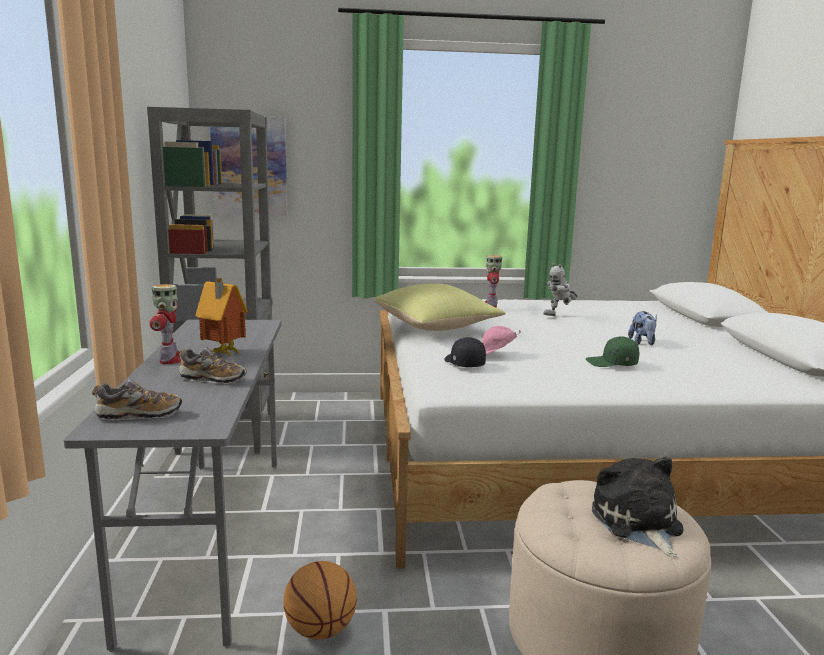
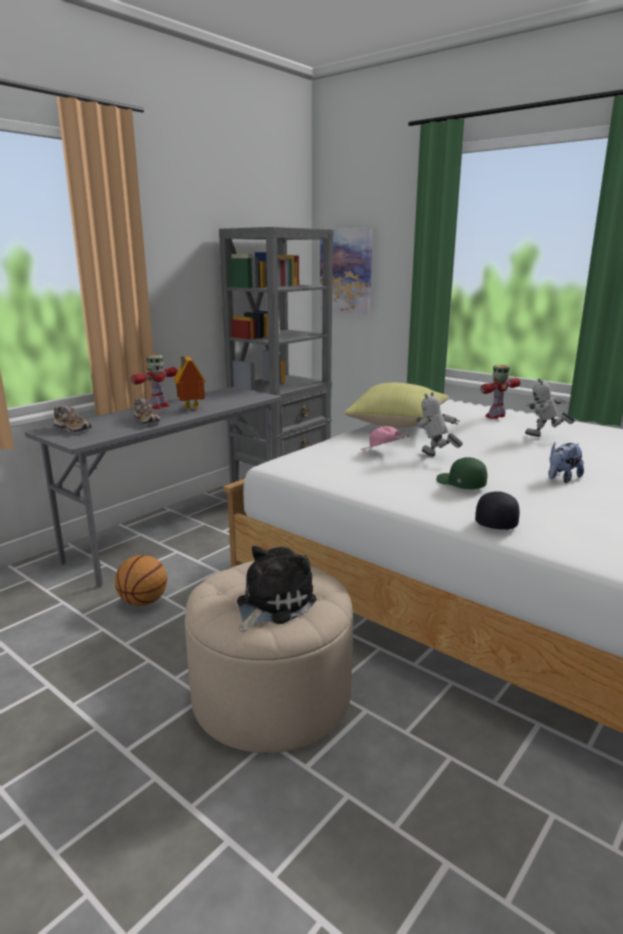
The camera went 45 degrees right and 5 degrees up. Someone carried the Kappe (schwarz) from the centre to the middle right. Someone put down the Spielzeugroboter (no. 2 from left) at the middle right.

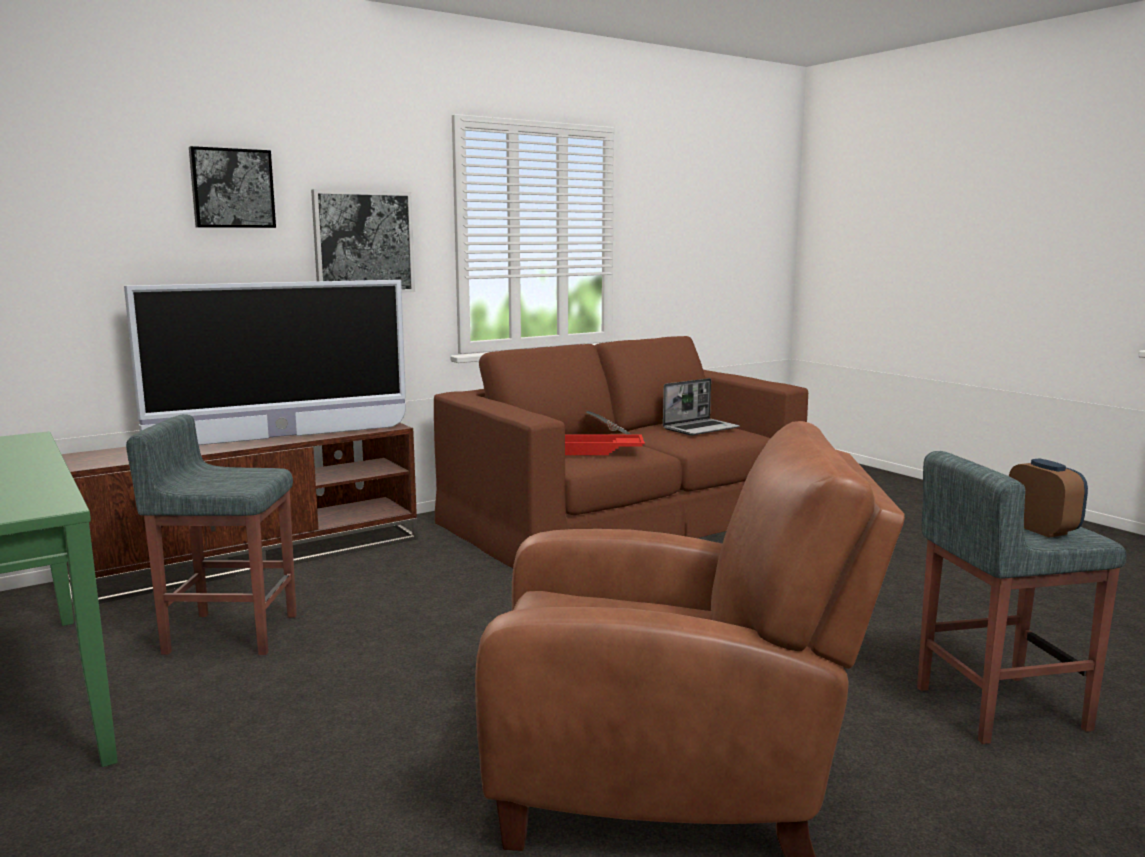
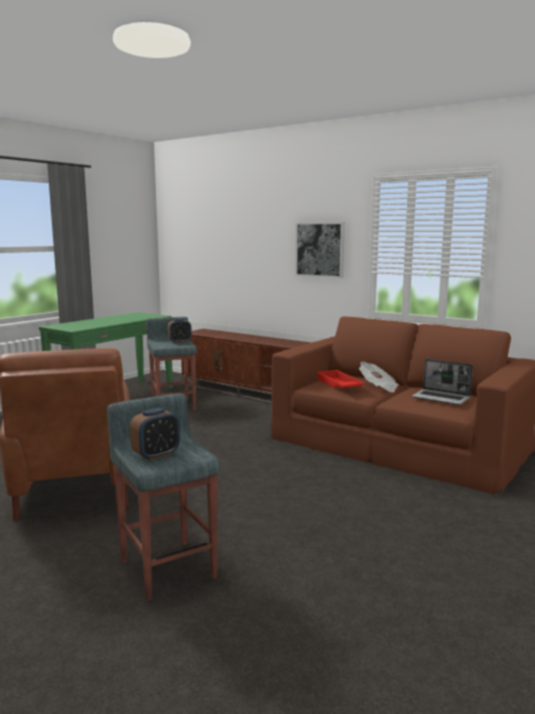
The camera went 70 degrees right and 0 degrees up. Someone took away the Fernseher at the middle left. Someone took away the Bild (no. 1 from left) at the top left. Someone put down the Wecker (no. 2 from left) at the centre.

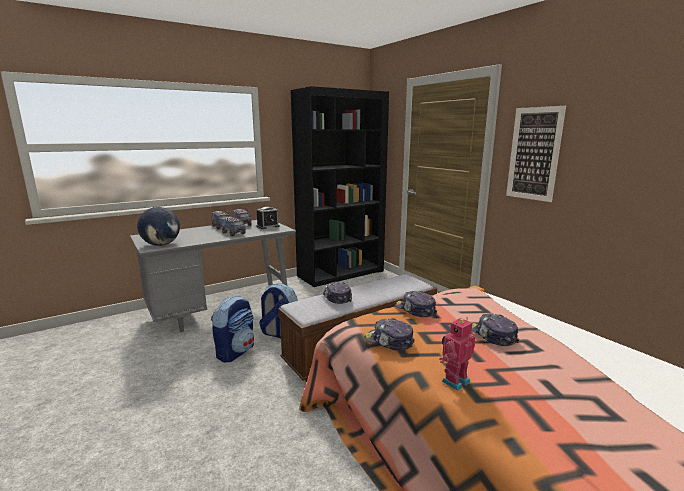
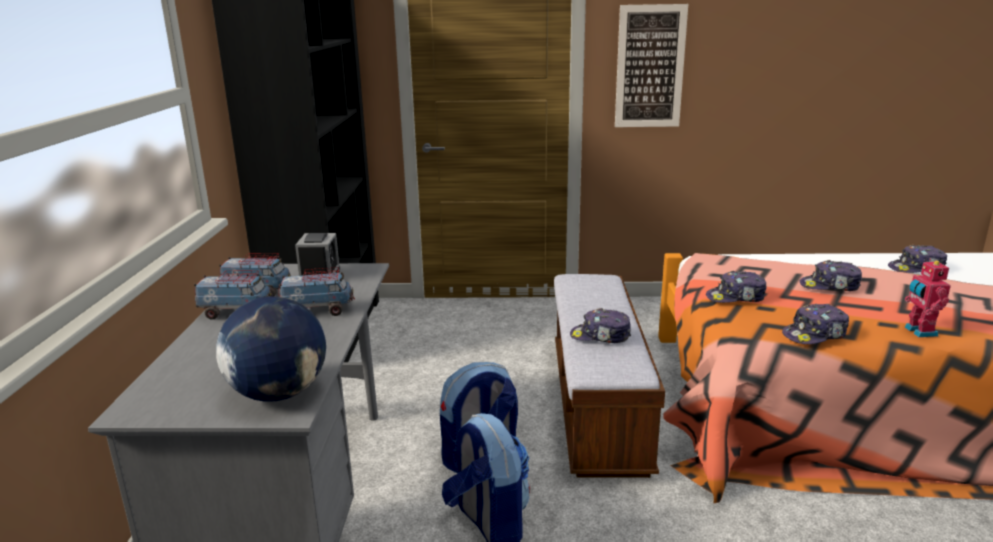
The camera went 55 degrees left and 5 degrees up. Someone put down the Kappe (no. 5 from left) at the middle right.

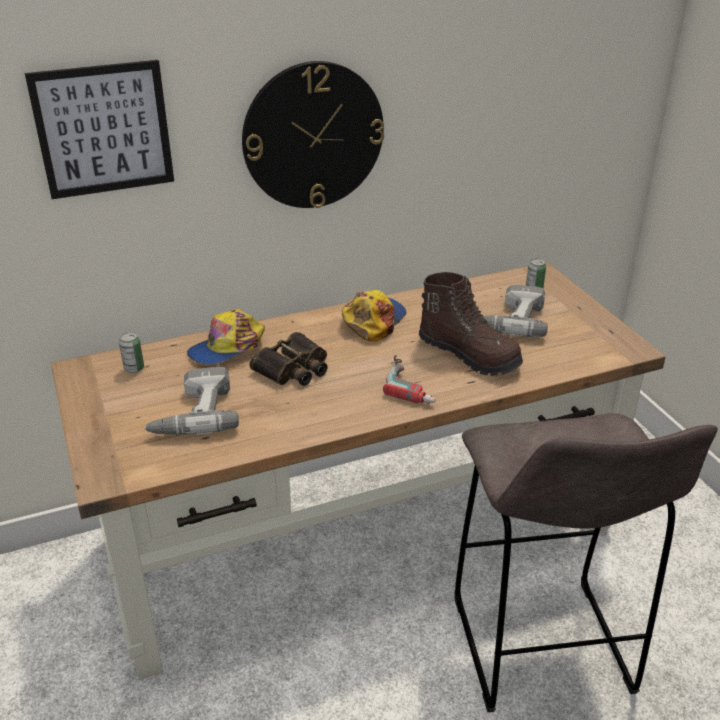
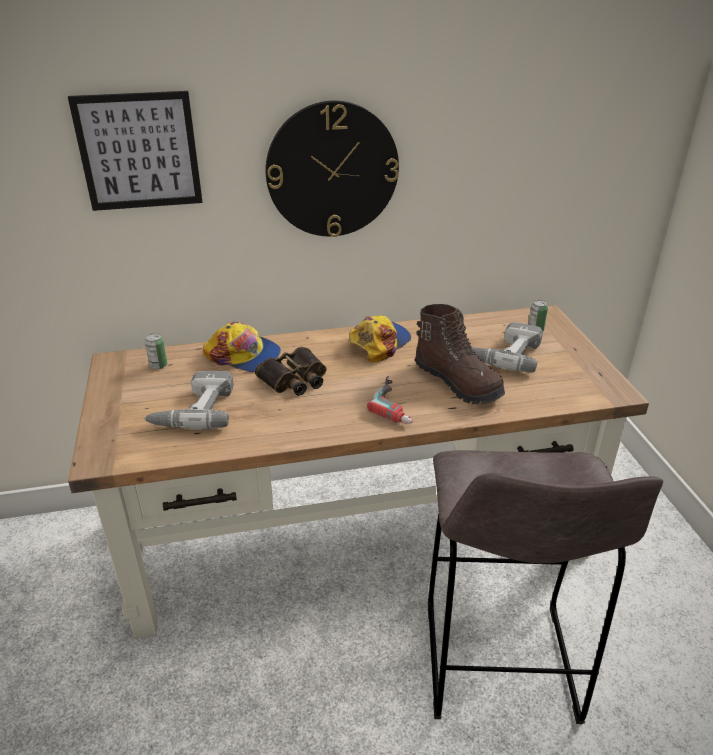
The camera went 10 degrees right and 0 degrees up. Someone rotated the Kappe (no. 1 from left) at the middle left by 120 degrees counterclockwise.

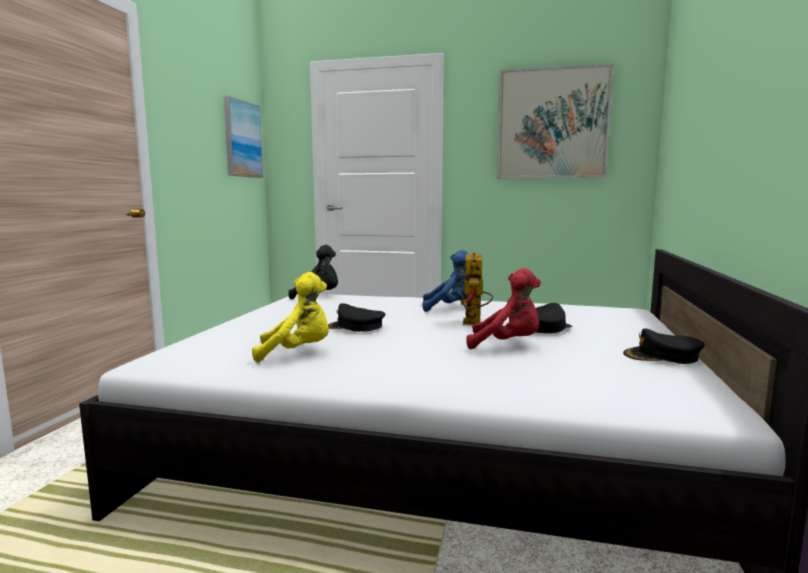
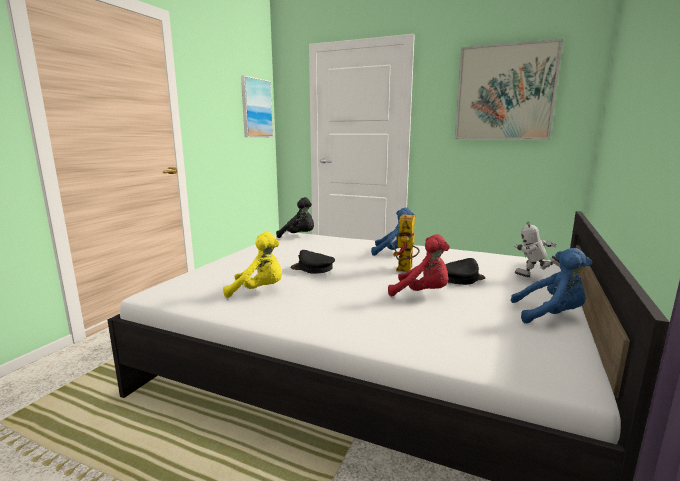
The camera went 10 degrees right and 5 degrees up. Someone swapped the Kappe (schwarz) (no. 3 from left) at the middle right for the Plüschtier (blau) (no. 2 from left) at the middle right. Someone put down the Spielzeugroboter (no. 2 from left) at the middle right.

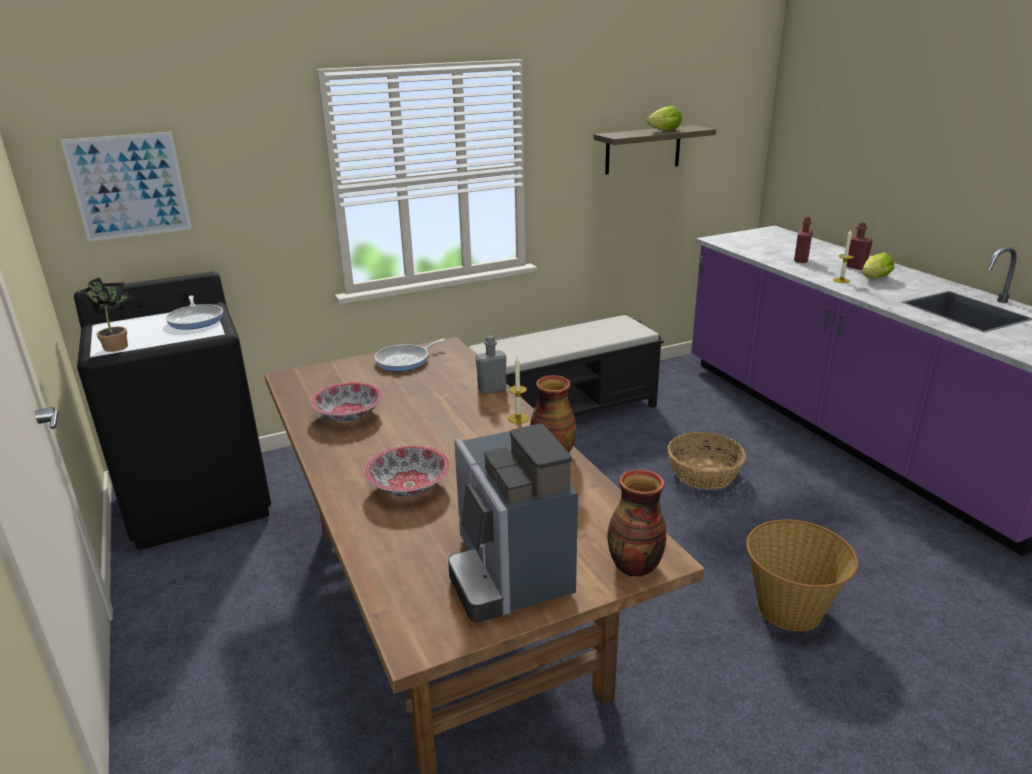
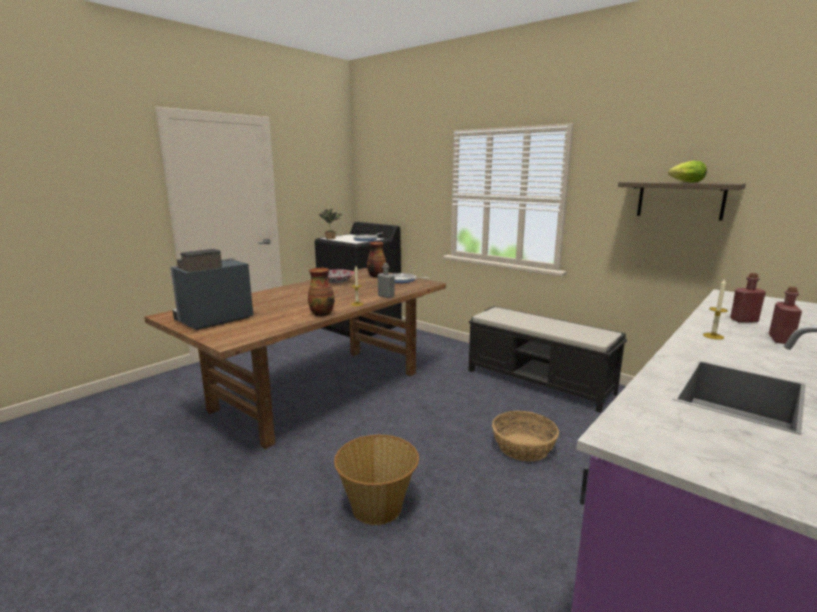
The camera went 65 degrees right and 10 degrees down. Someone took away the Bild at the top left. Someone took away the Schüssel (no. 2 from left) at the centre. Someone carried the Vase (no. 2 from left) from the bottom centre to the centre. Someone took away the Salatkopf (no. 2 from left) at the middle right.

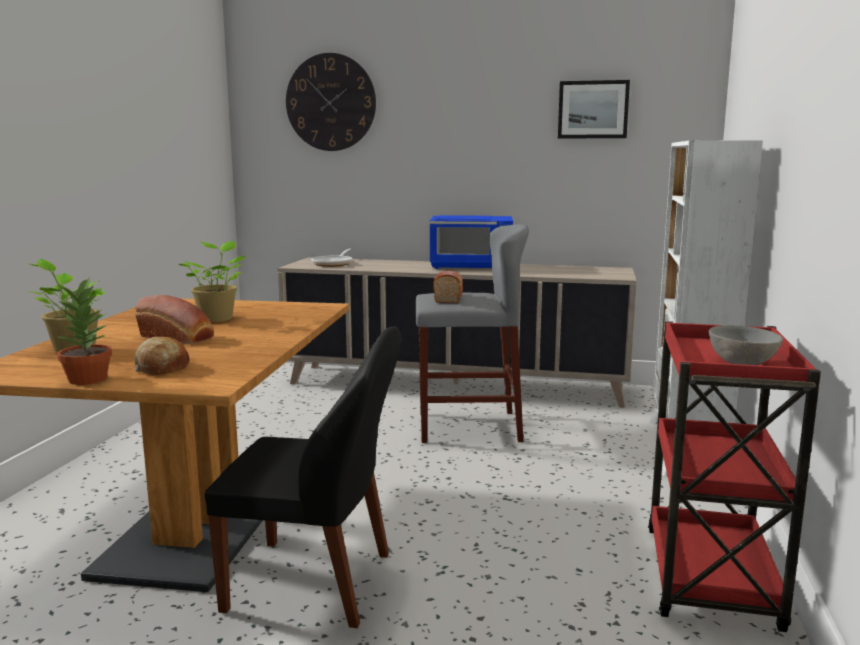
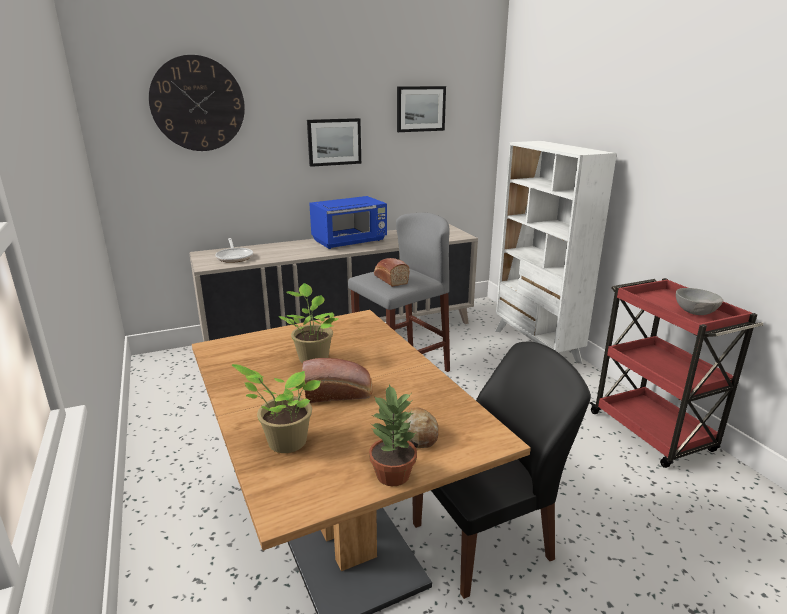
The camera went 35 degrees left and 10 degrees up. Someone put up the Bild (no. 1 from left) at the top centre.

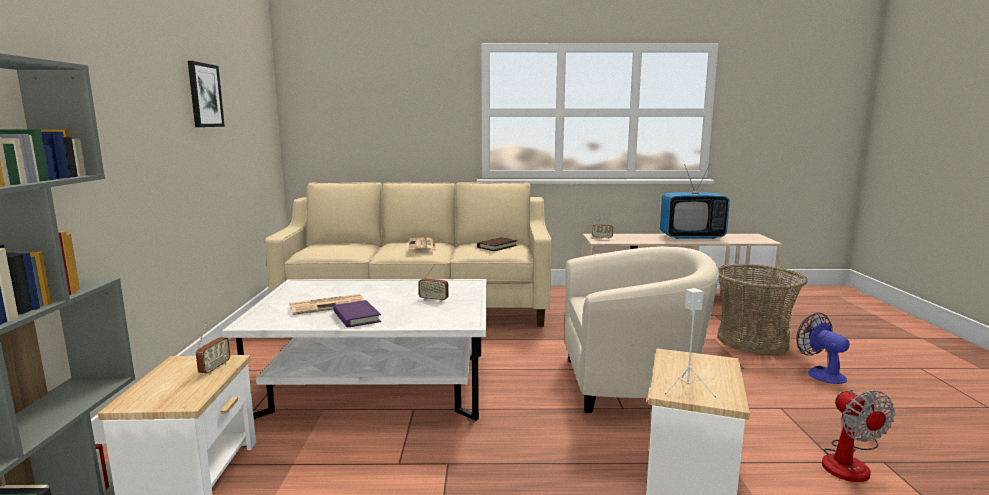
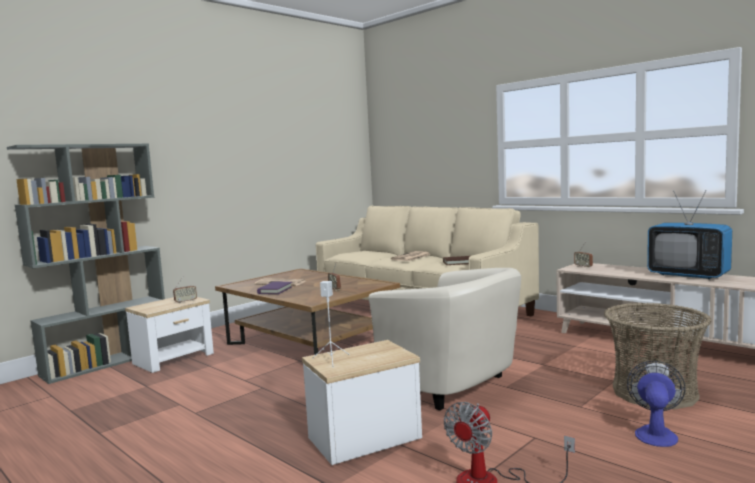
The camera went 45 degrees right and 5 degrees down. Someone took away the Bild at the top left. Someone repainted the Couchtisch (weiß) at the bottom centre, which became the Couchtisch (braun) at the centre.

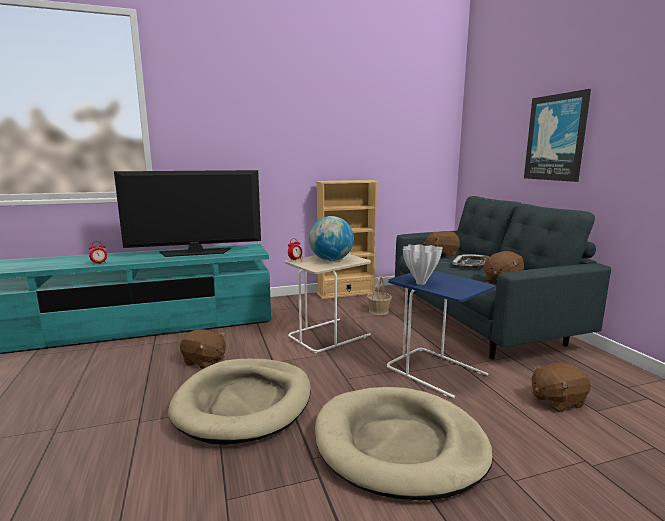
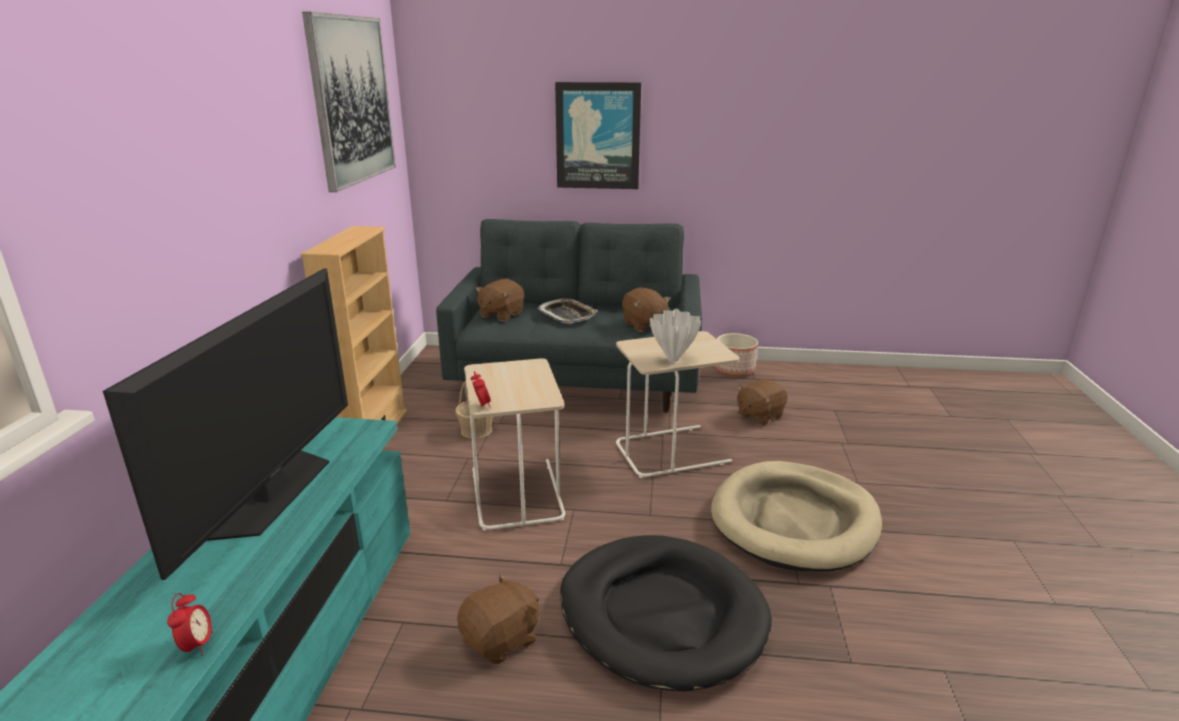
The camera went 65 degrees left and 10 degrees up. Someone repainted the Hundebett (beige) (no. 1 from left) at the bottom centre, which became the Hundebett (schwarz) at the bottom centre. Someone took away the Globus at the centre. Someone repainted the Beistelltisch (blau) at the centre, which became the Beistelltisch (beige) (no. 2 from left) at the centre. Someone rotated the Plüschtier (braun) (no. 4 from left) at the bottom right by 45 degrees clockwise. Someone put up the Bild (no. 1 from left) at the top left. Someone put down the Pflanzkübel at the centre.

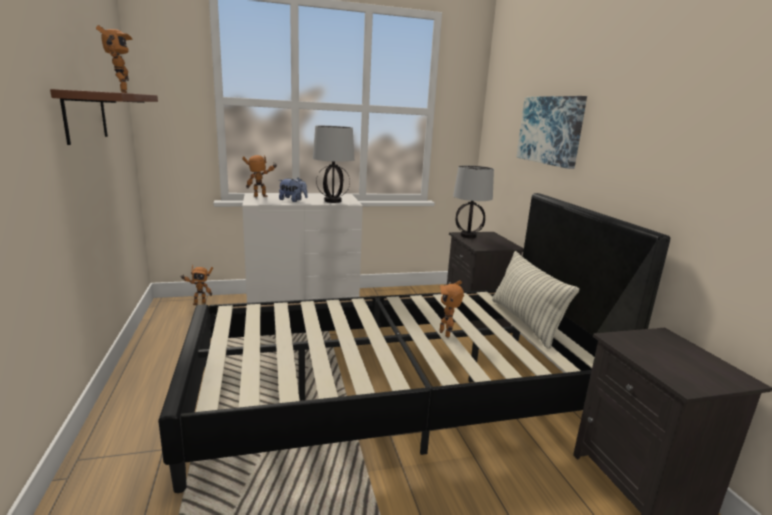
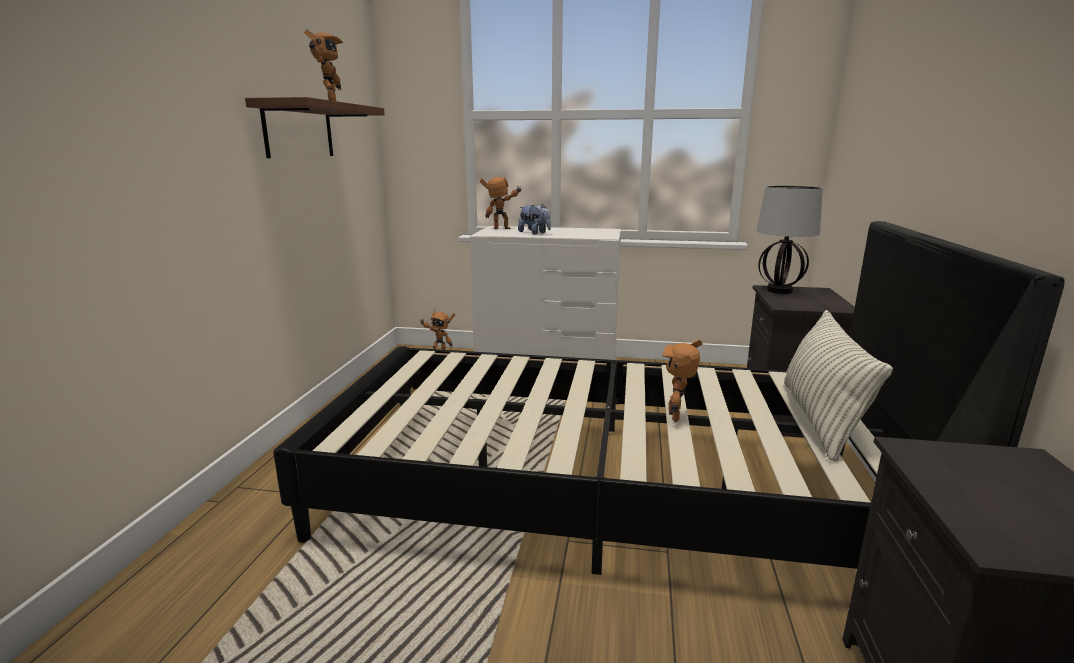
The camera went 25 degrees right and 0 degrees up. Someone took away the Tischlampe (no. 1 from left) at the top centre. Someone took away the Bild at the top right.

